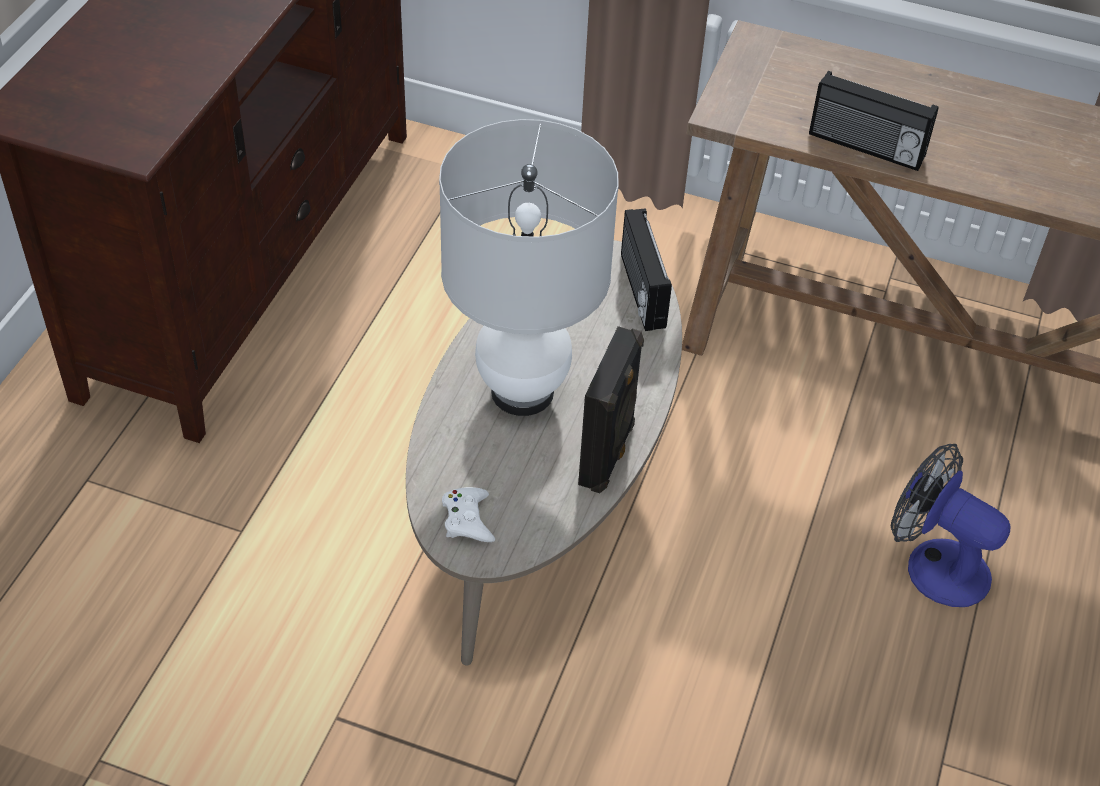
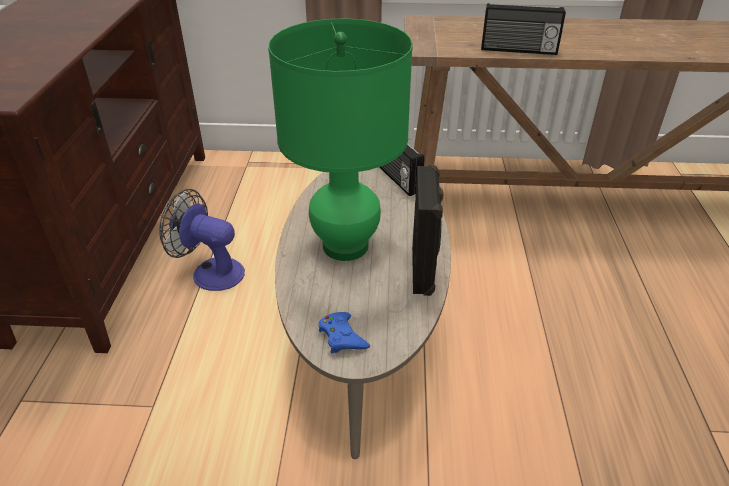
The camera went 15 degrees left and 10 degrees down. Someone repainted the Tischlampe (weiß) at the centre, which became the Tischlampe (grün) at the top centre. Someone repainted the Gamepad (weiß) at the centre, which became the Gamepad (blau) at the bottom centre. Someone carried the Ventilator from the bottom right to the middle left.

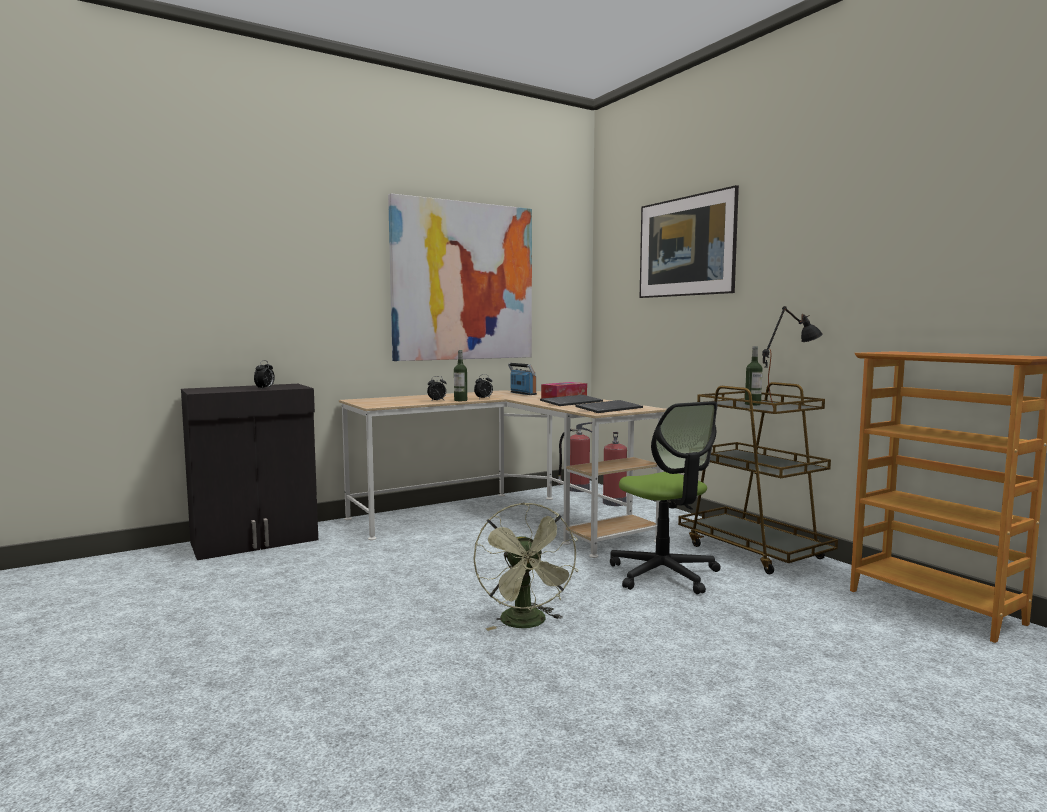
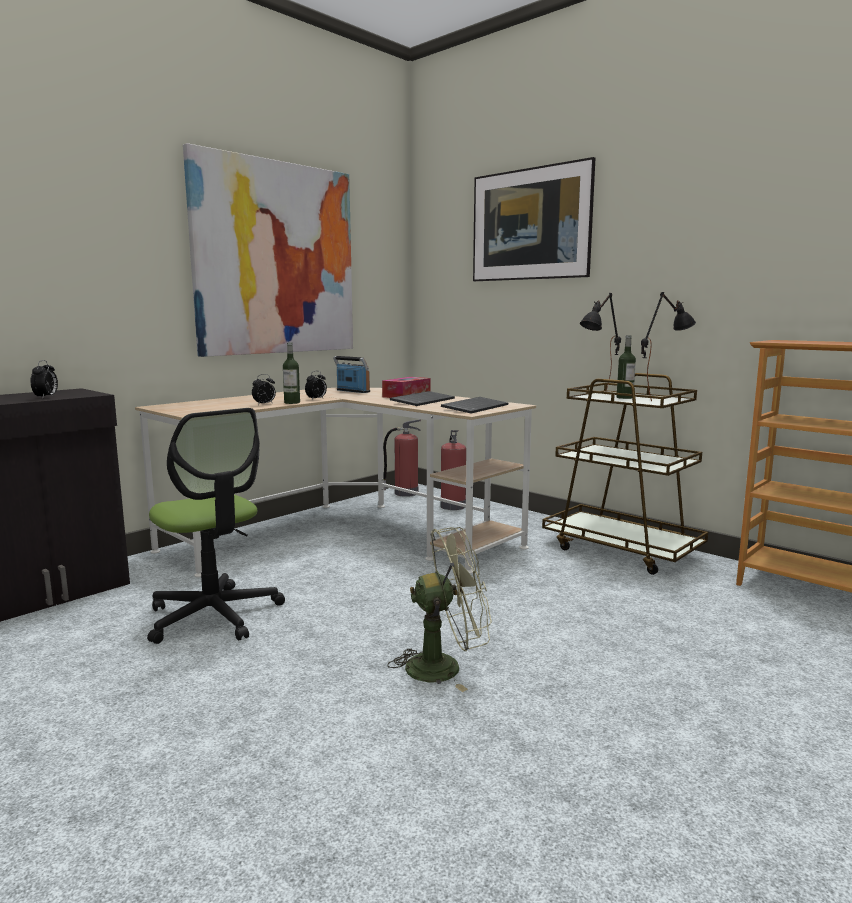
The camera went 15 degrees left and 5 degrees up. Someone rotated the Ventilator (grün) at the bottom centre by 75 degrees counterclockwise. Someone carried the Bürostuhl from the centre to the middle left. Someone put down the Tischlampe (schwarz) (no. 1 from left) at the middle right.

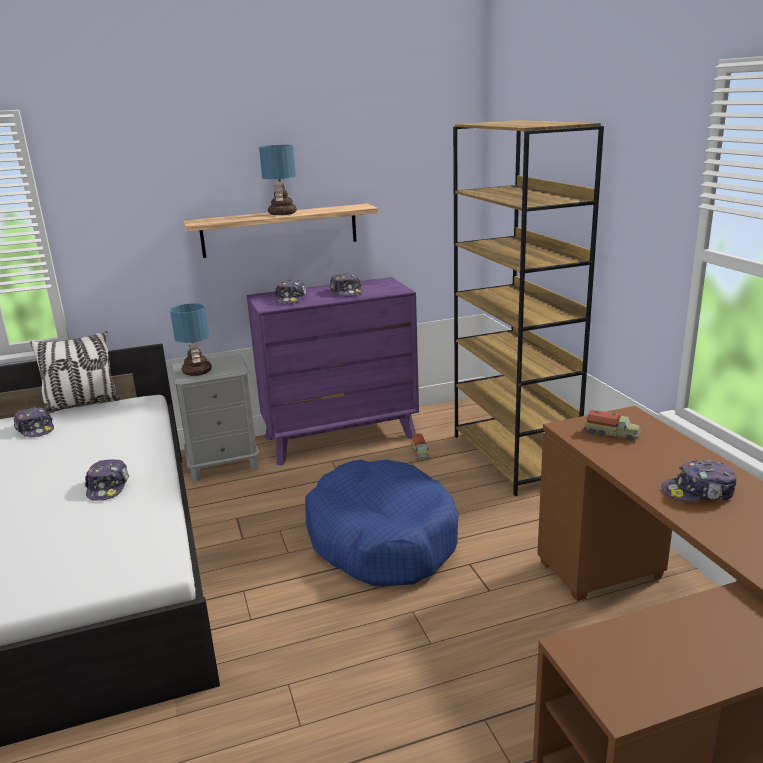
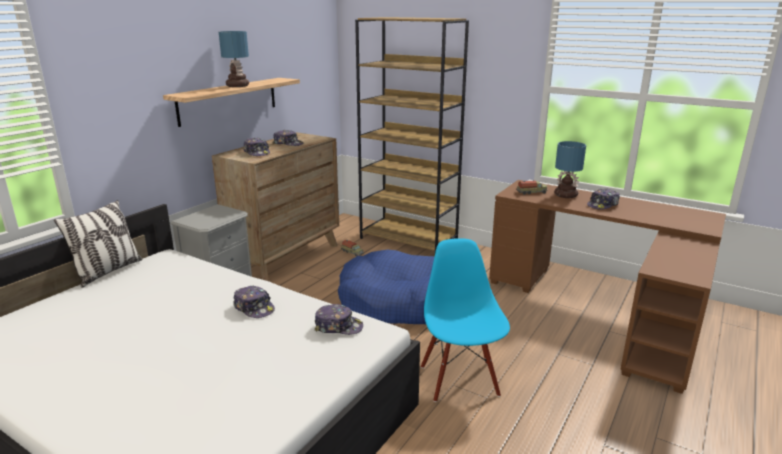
The camera went 40 degrees left and 0 degrees up. Someone carried the Kappe (no. 1 from left in the first image) from the middle left to the bottom centre. Someone carried the Tischlampe (no. 1 from left in the first image) from the middle left to the middle right. Someone repainted the Kommode (lila) at the centre, which became the Kommode (braun) at the centre. Someone put down the Stuhl (blau) at the bottom centre.

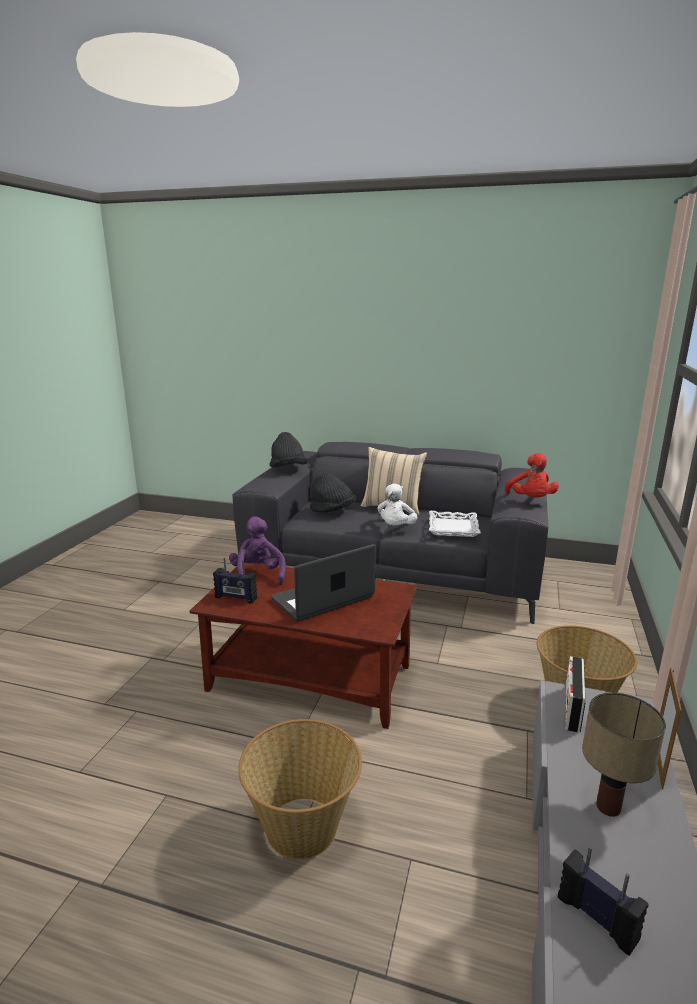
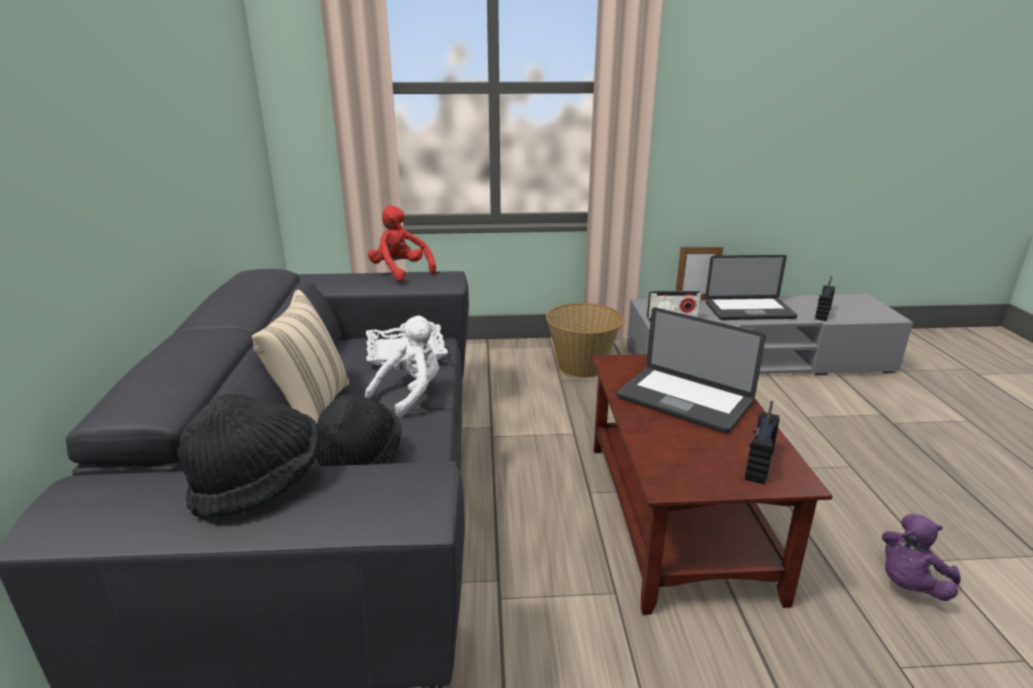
The camera went 110 degrees left and 5 degrees up. Someone rotated the Radio (no. 1 from left in the first image) at the centre by 150 degrees counterclockwise. Someone carried the Plüschtier (lila) from the centre to the bottom right. Someone took away the Korb (no. 1 from left) at the bottom centre. Someone rotated the Plüschtier (weiß) at the centre by 45 degrees counterclockwise. Someone rotated the Plüschtier (rot) at the middle right by 105 degrees counterclockwise. Someone swapped the Tischlampe at the bottom right for the Laptop (no. 2 from left) at the middle right.

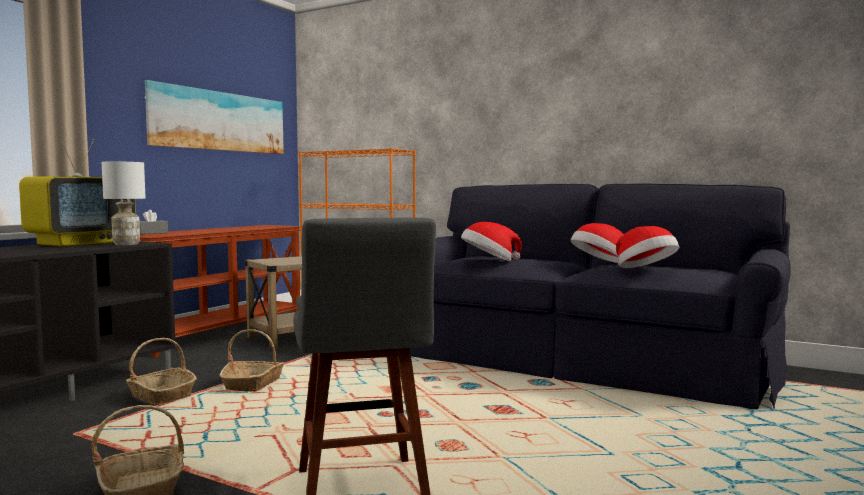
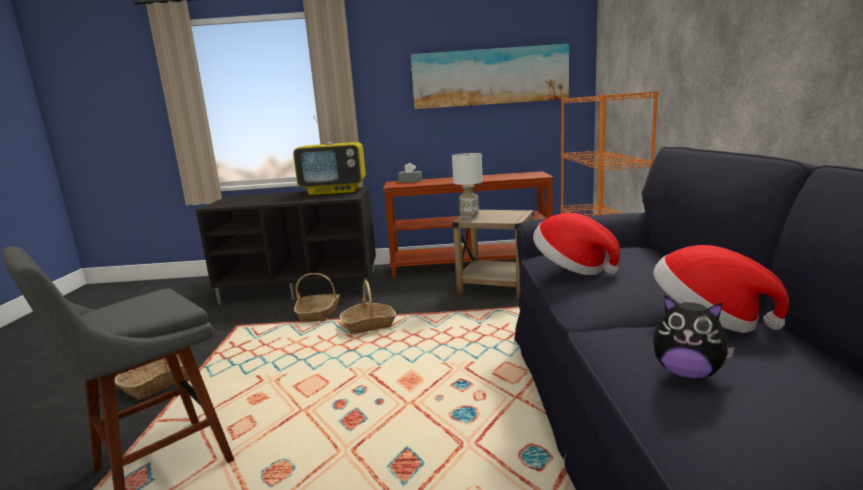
The camera went 60 degrees right and 10 degrees up. Someone carried the Tischlampe (weiß) from the middle left to the centre. Someone swapped the Hut (no. 3 from left) at the middle right for the Plüschtier at the bottom right.

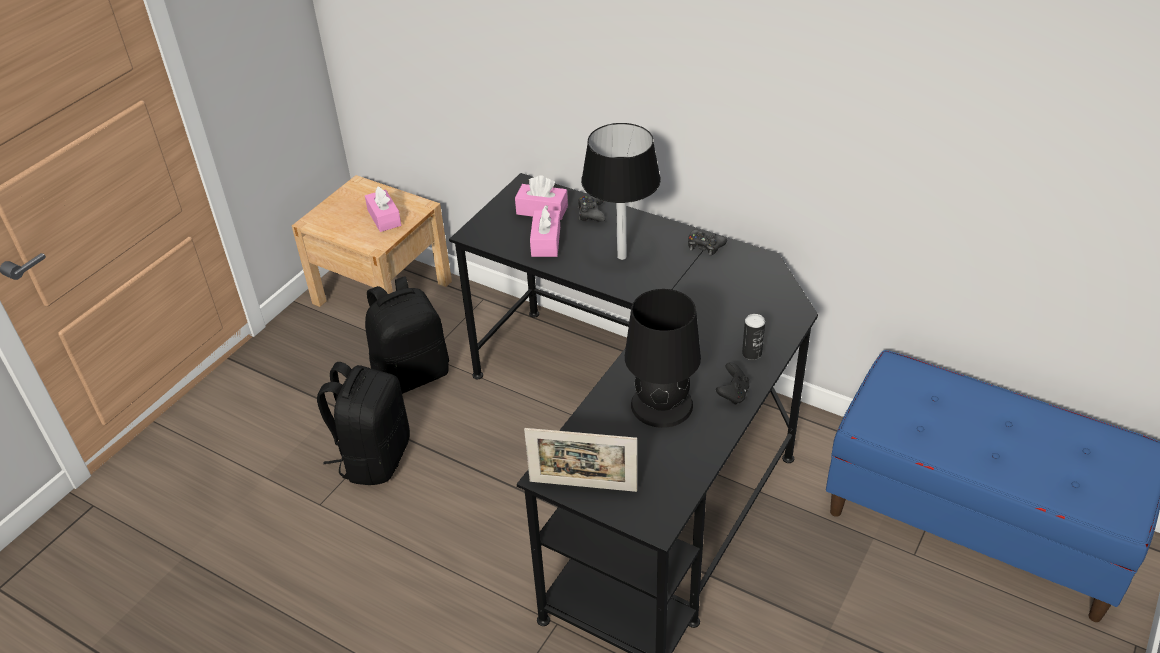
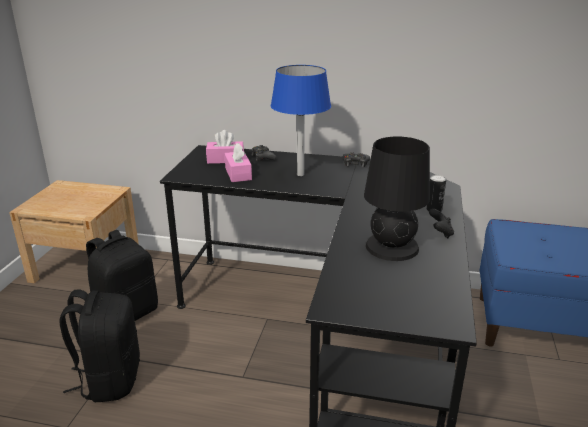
The camera went 20 degrees left and 15 degrees down. Someone took away the Taschentuchbox (rosa) (no. 1 from left) at the top left. Someone took away the Bilderrahmen at the bottom centre. Someone repainted the Tischlampe (schwarz) (no. 1 from left) at the top centre, which became the Tischlampe (blau) at the top centre.

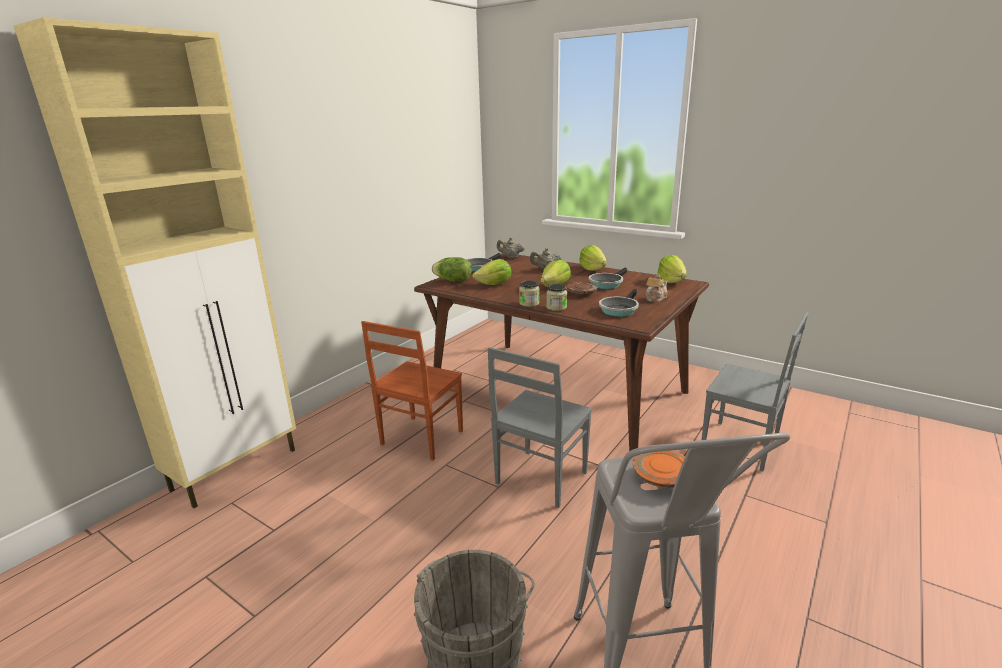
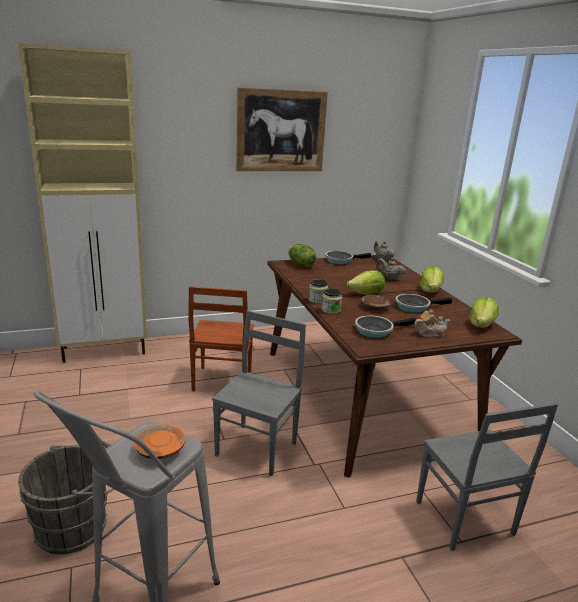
The camera went 35 degrees right and 0 degrees up. Someone rotated the Stuhl (braun) at the centre by 60 degrees counterclockwise. Someone took away the Salatkopf (no. 2 from left) at the centre. Someone rotated the Stuhl (grau) (no. 1 from left) at the centre by 135 degrees clockwise. Someone put up the Bild at the top centre.

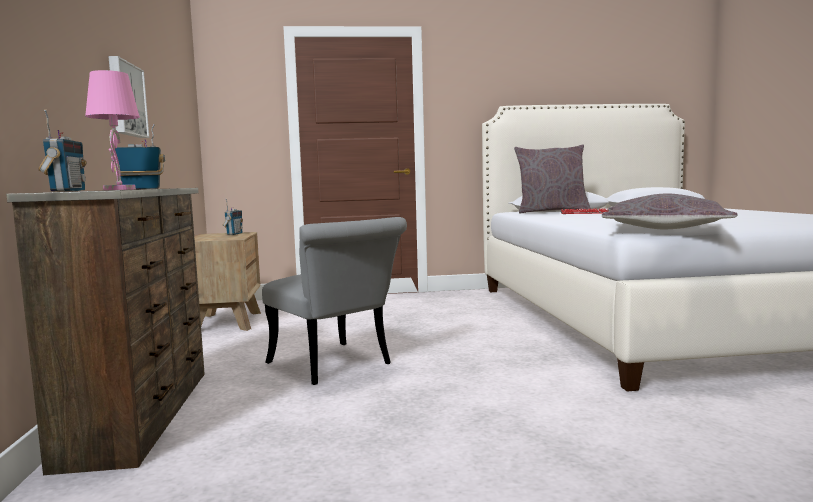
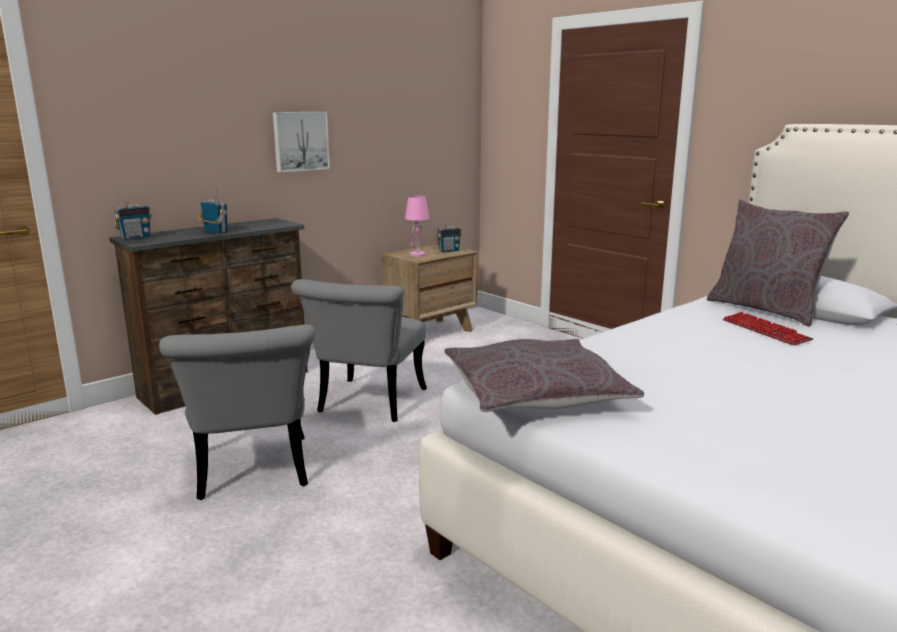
The camera went 55 degrees right and 10 degrees up. Someone carried the Tischlampe (rosa) from the top left to the centre. Someone put down the Stuhl (grau) (no. 1 from left) at the middle left.

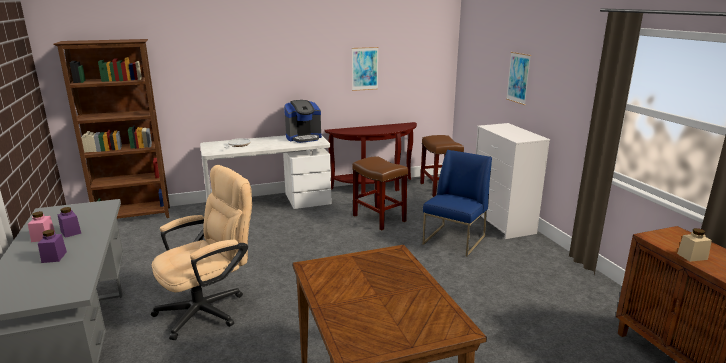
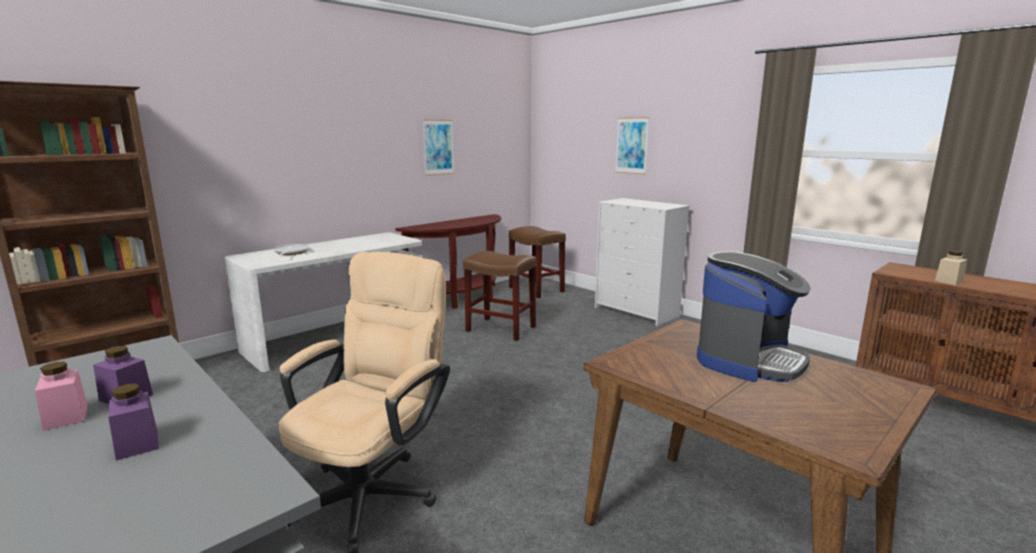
The camera went 25 degrees left and 5 degrees down. Someone carried the Kaffeemaschine from the centre to the middle right. Someone took away the Stuhl (blau) at the centre.

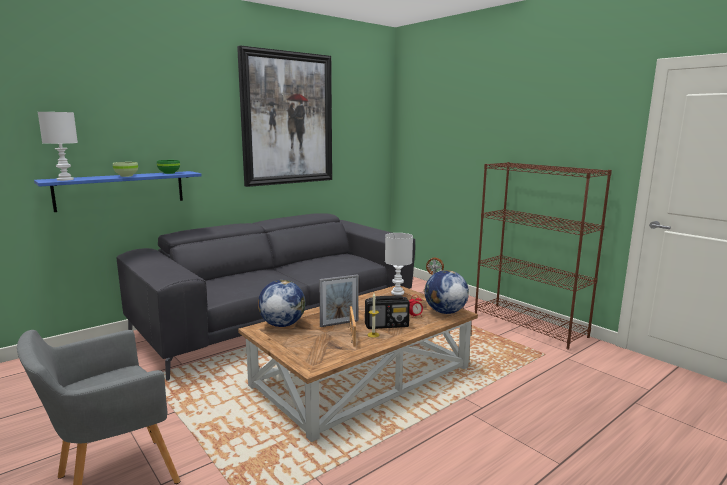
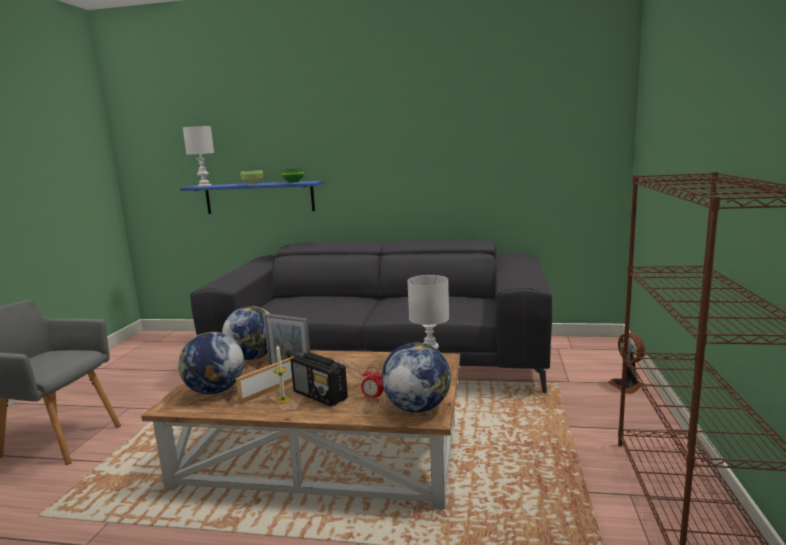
The camera went 50 degrees right and 0 degrees up. Someone took away the Bild at the top centre. Someone put down the Globus (no. 1 from left) at the middle left.

